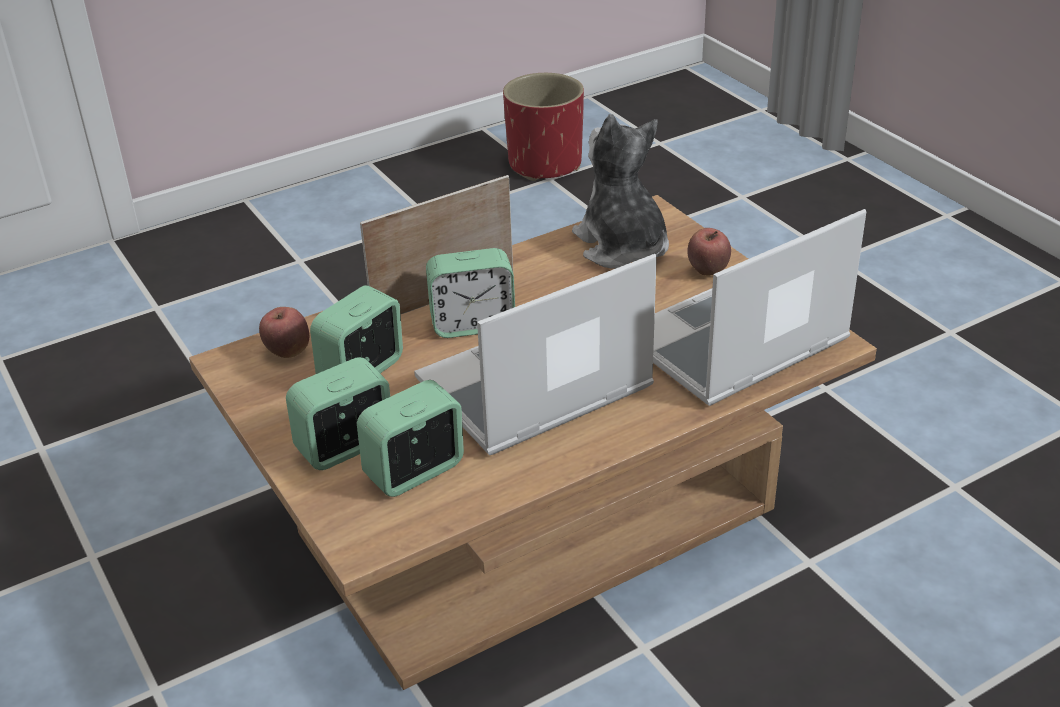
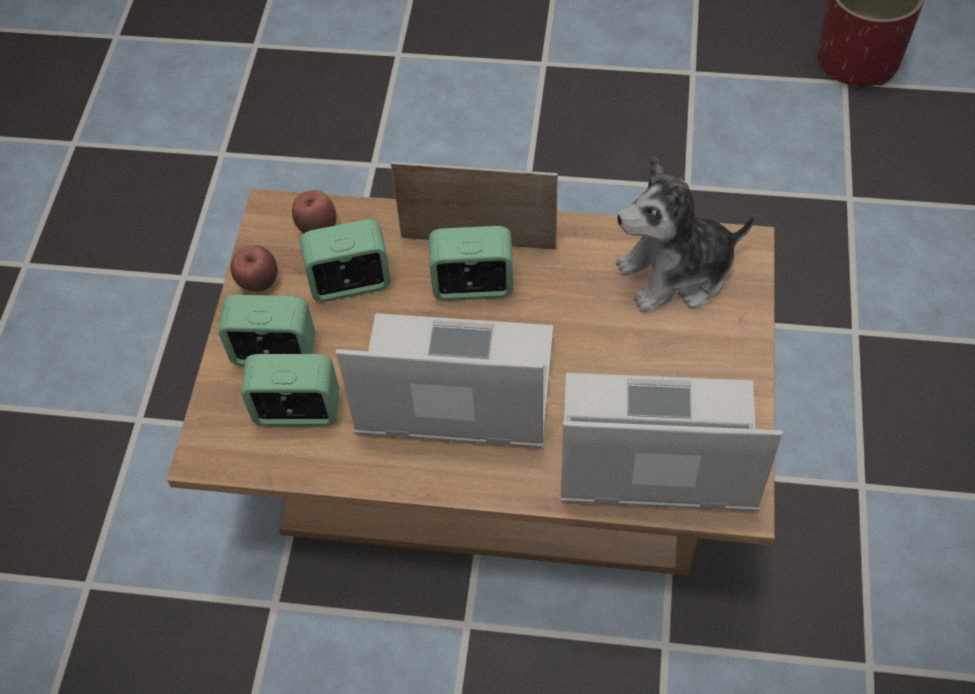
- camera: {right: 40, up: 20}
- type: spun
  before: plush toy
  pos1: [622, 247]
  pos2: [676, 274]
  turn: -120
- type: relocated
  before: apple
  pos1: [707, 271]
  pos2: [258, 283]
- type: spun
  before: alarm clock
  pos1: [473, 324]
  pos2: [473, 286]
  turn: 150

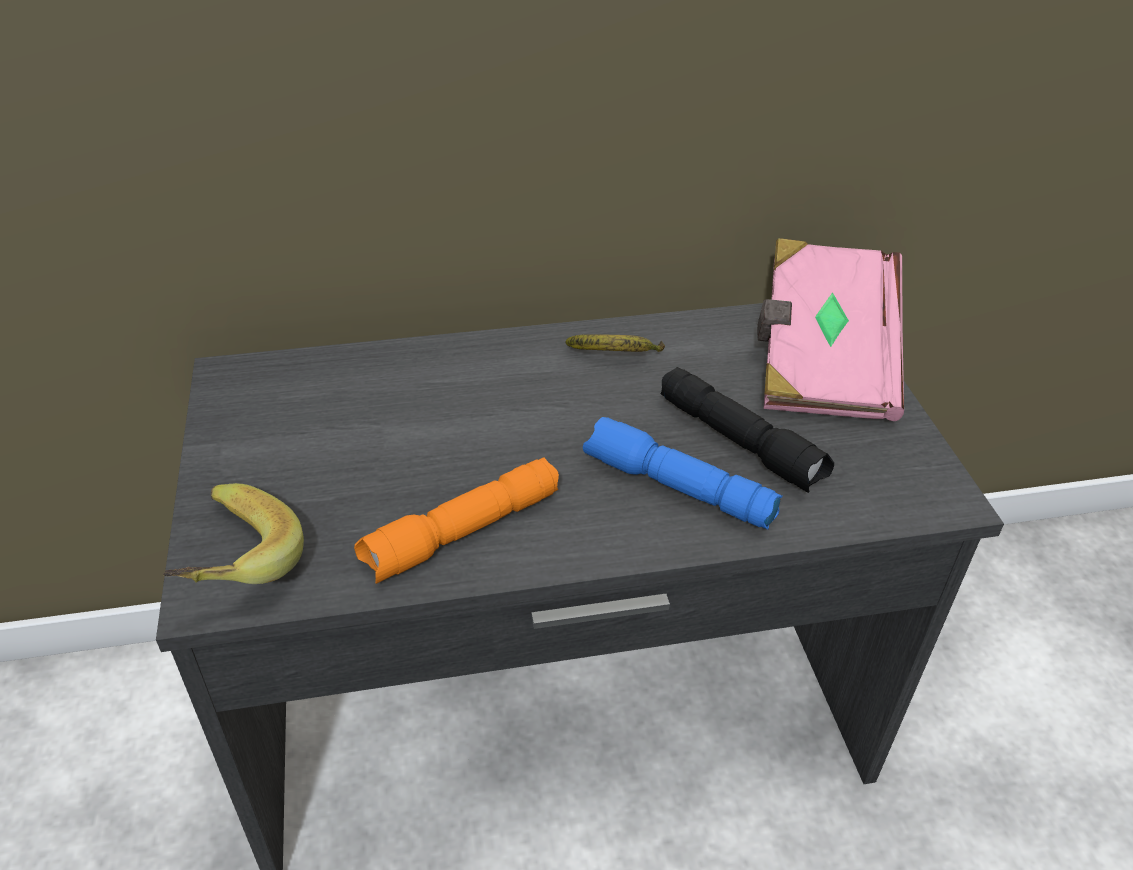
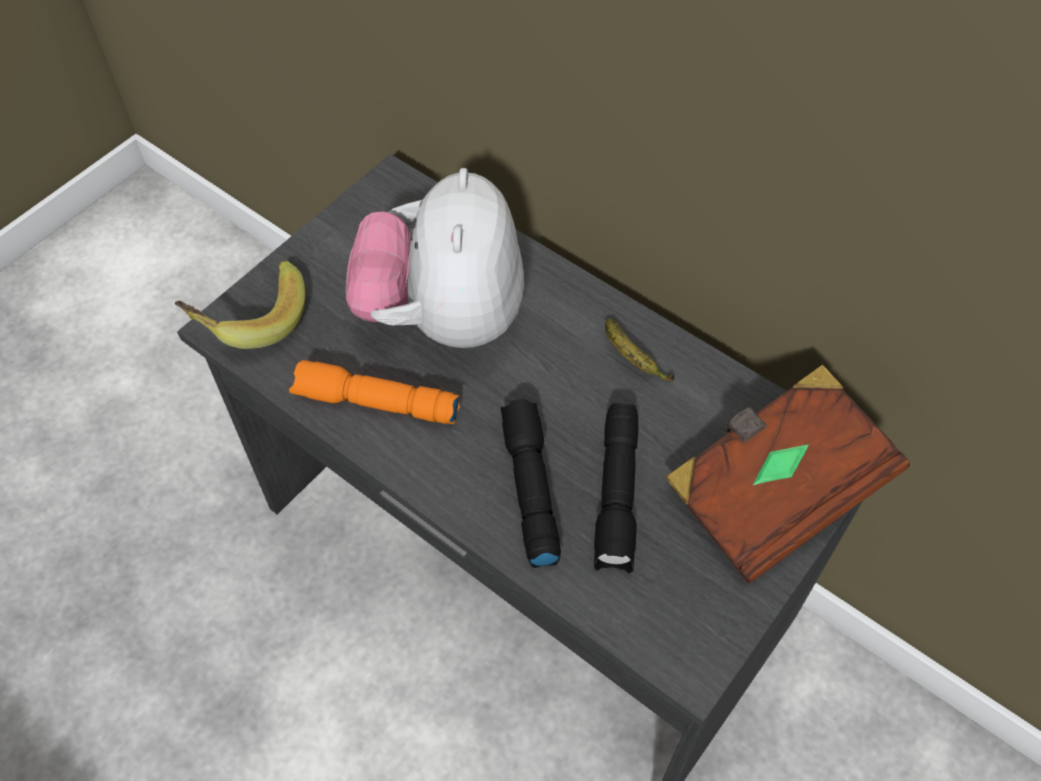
- camera: {right: 50, up: 15}
- type: colour
  before: pink book
  after: brown book
  pos1: [821, 362]
  pos2: [773, 490]
- type: colour
  before: blue flashlight
  after: black flashlight
  pos1: [676, 488]
  pos2: [529, 488]
- type: appeared
  after: plush toy
  pos2: [444, 316]

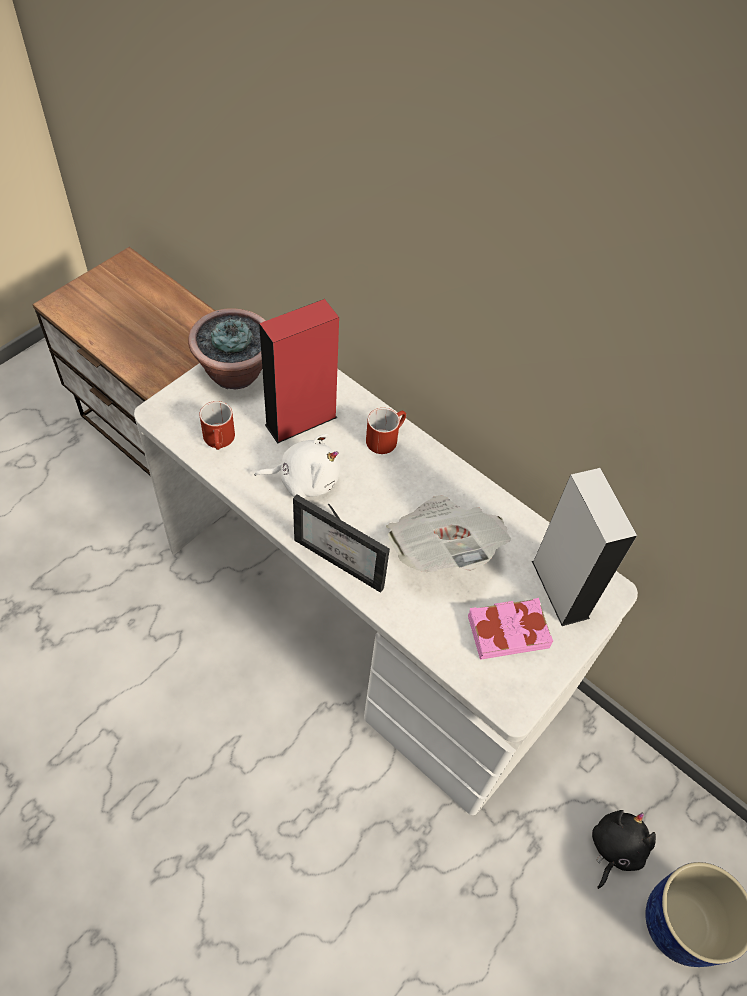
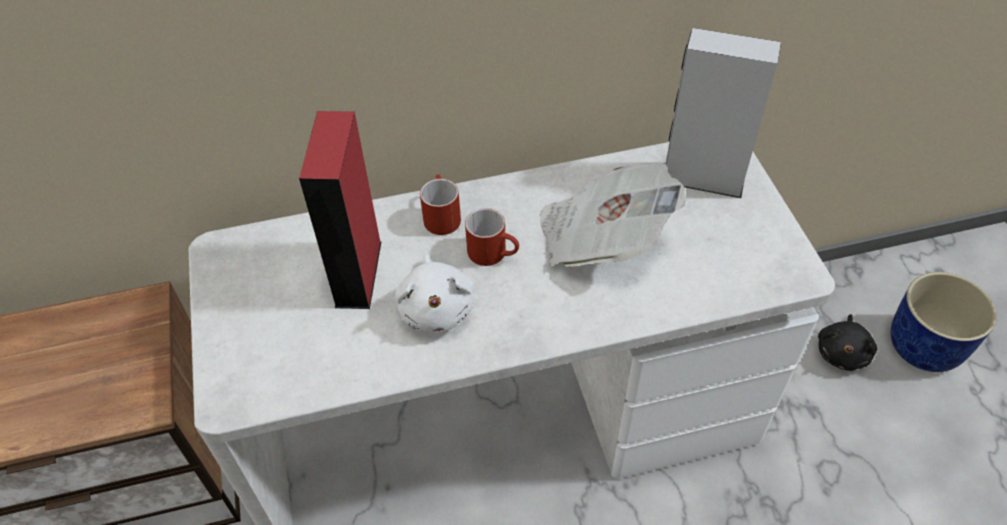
- camera: {right: -50, up: -5}
- type: missing
  before: potted plant
  pos1: [235, 373]
- type: relocated
  before: red mug
  pos1: [220, 441]
  pos2: [494, 253]
- type: spun
  before: white plush toy
  pos1: [304, 479]
  pos2: [436, 308]
  turn: 135
- type: missing
  before: picture frame
  pos1: [346, 557]
- type: missing
  before: pink book
  pos1: [507, 631]
- type: spun
  before: black plush toy
  pos1: [614, 848]
  pos2: [842, 352]
  turn: -135

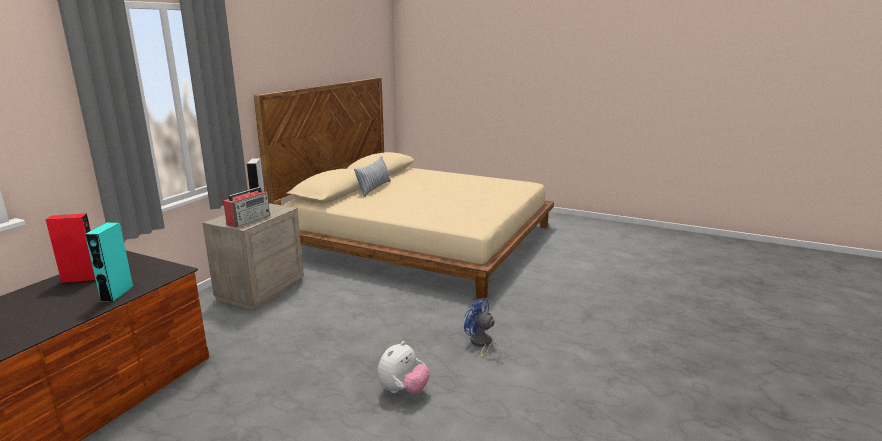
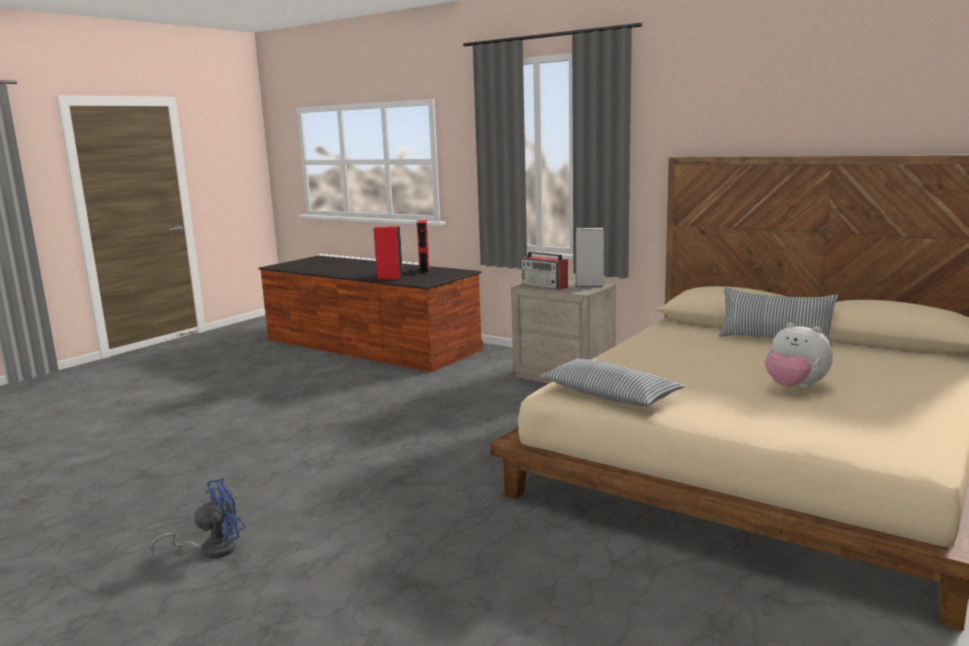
- camera: {right: 100, up: -5}
- type: colour
  before: turquoise speaker
  after: red speaker
  pos1: [117, 294]
  pos2: [390, 278]
- type: relocated
  before: blue fan
  pos1: [481, 344]
  pos2: [211, 549]
- type: relocated
  before: plush toy
  pos1: [403, 390]
  pos2: [794, 387]
- type: appeared
  after: pillow
  pos2: [609, 395]

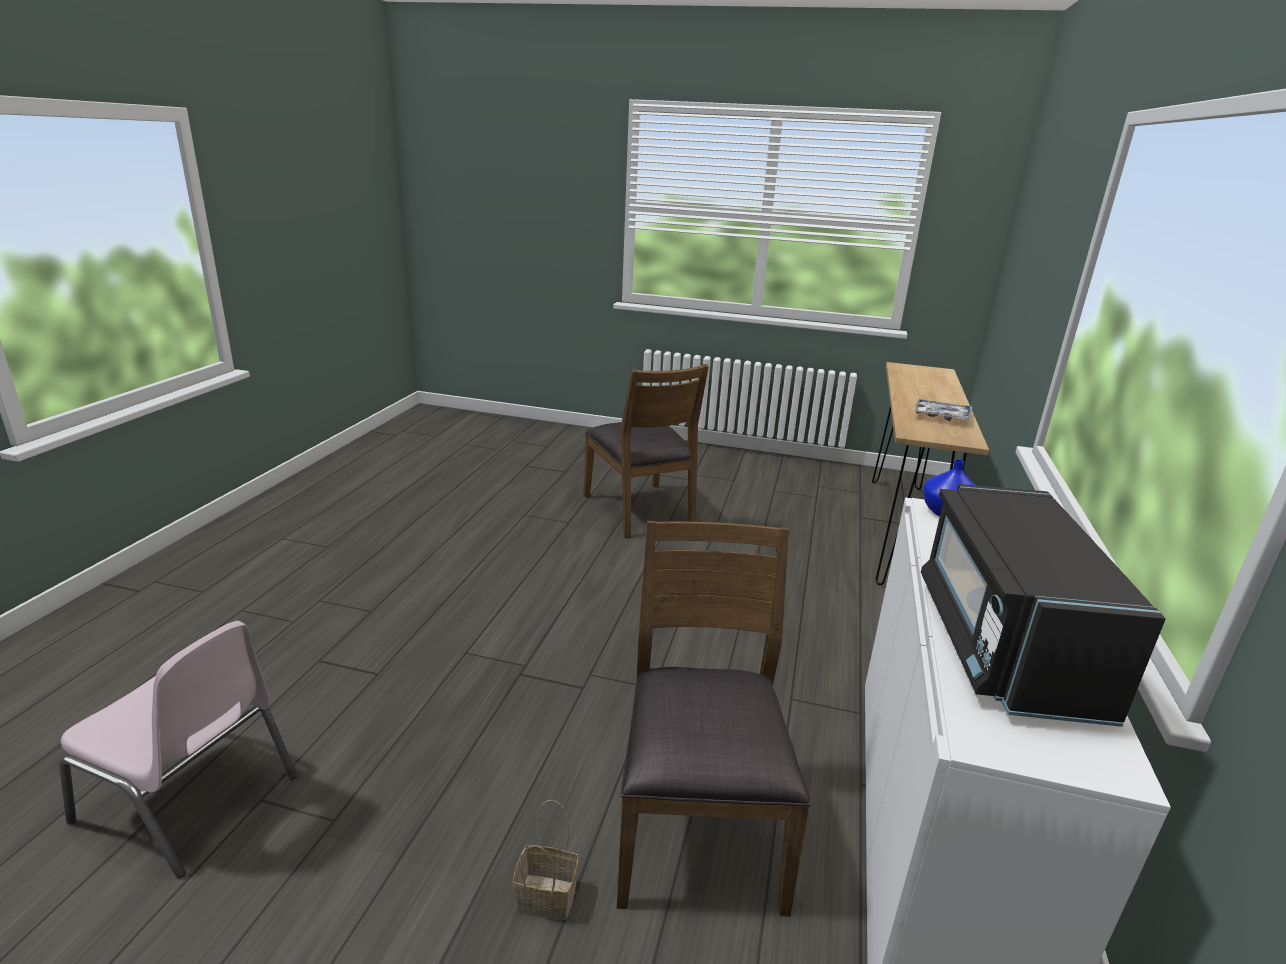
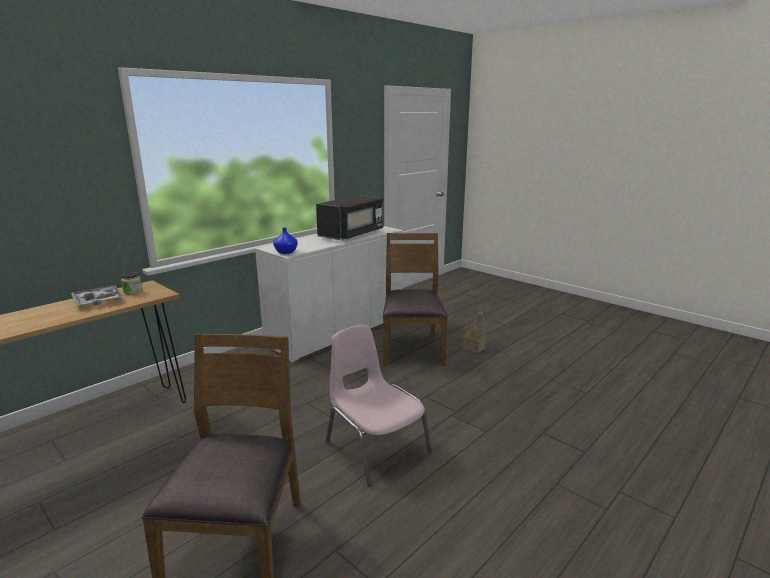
- camera: {right: -150, up: -5}
- type: spun
  before: brown chair
  pos1: [698, 824]
  pos2: [412, 348]
  turn: 150
- type: relocated
  before: pink chair
  pos1: [191, 799]
  pos2: [376, 447]
- type: appeared
  after: jar
  pos2: [133, 292]

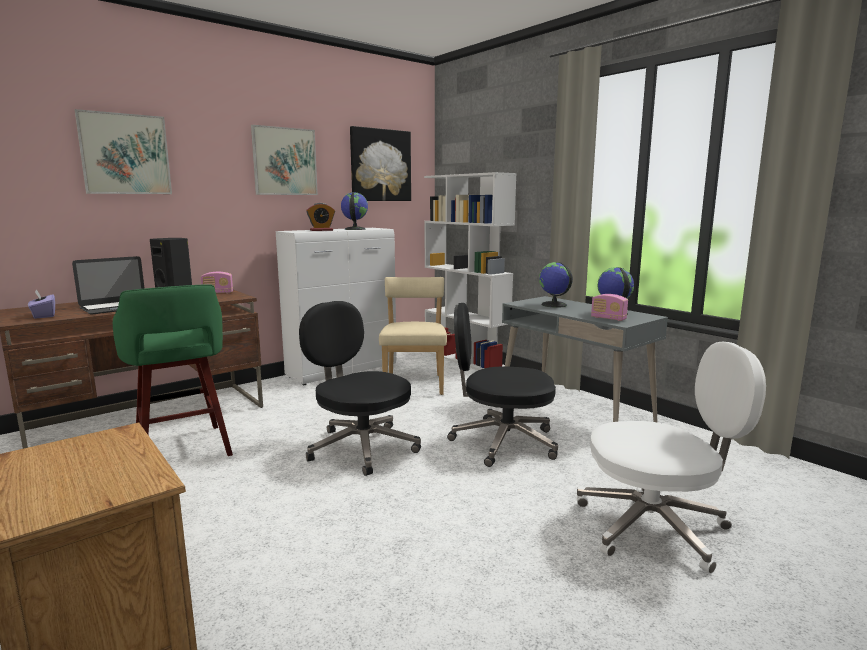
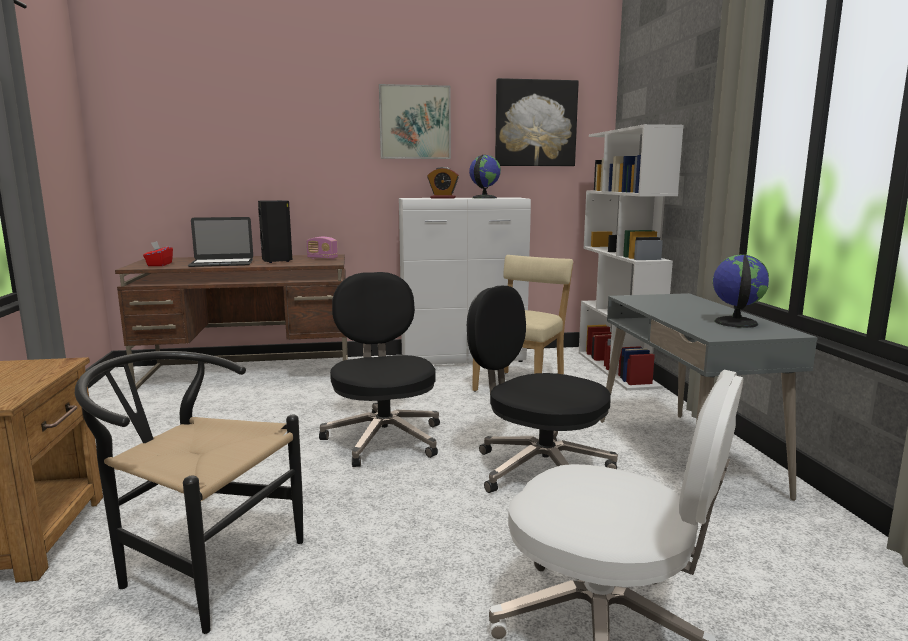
- camera: {right: 30, up: 0}
- type: missing
  before: picture
  pos1: [125, 154]
- type: missing
  before: globe
  pos1: [553, 305]
- type: missing
  before: green stool
  pos1: [182, 450]
- type: colour
  before: purple tissue box
  after: red tissue box
  pos1: [44, 315]
  pos2: [159, 265]
- type: missing
  before: radio
  pos1: [608, 318]
- type: appeared
  after: black chair
  pos2: [199, 566]

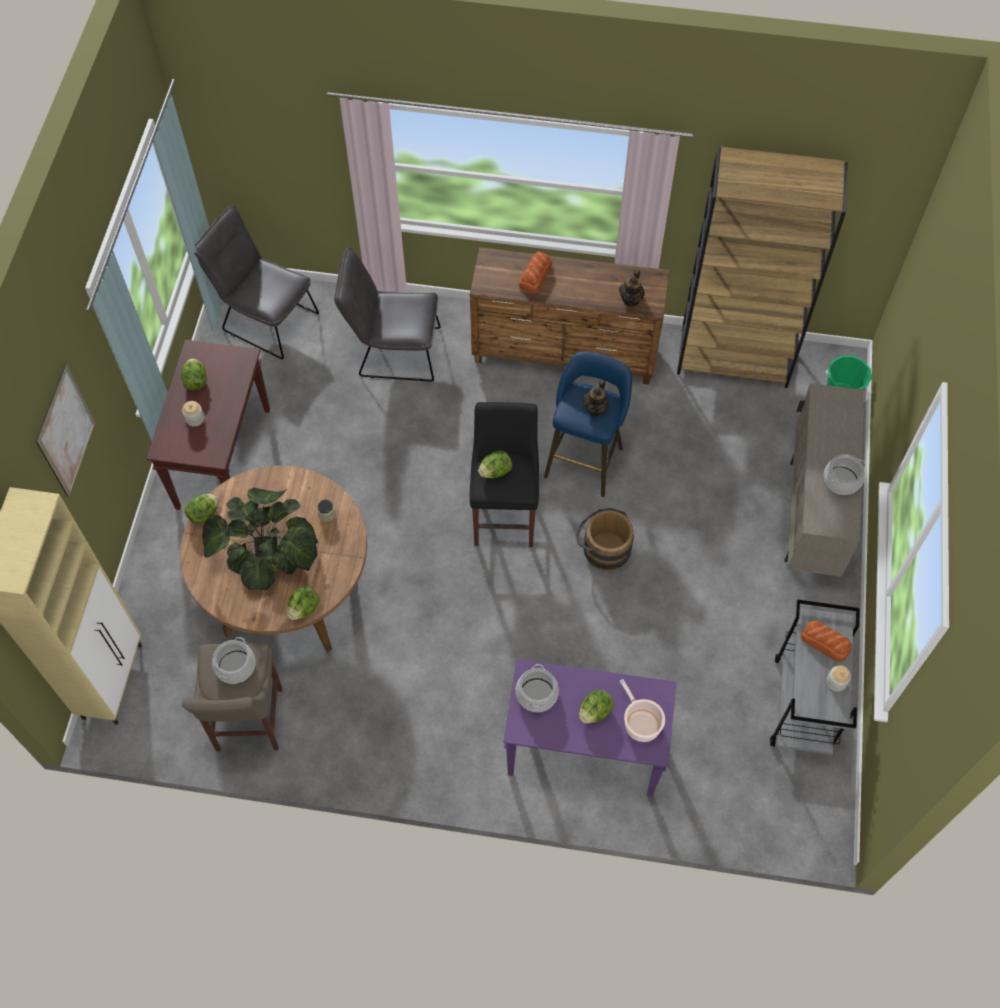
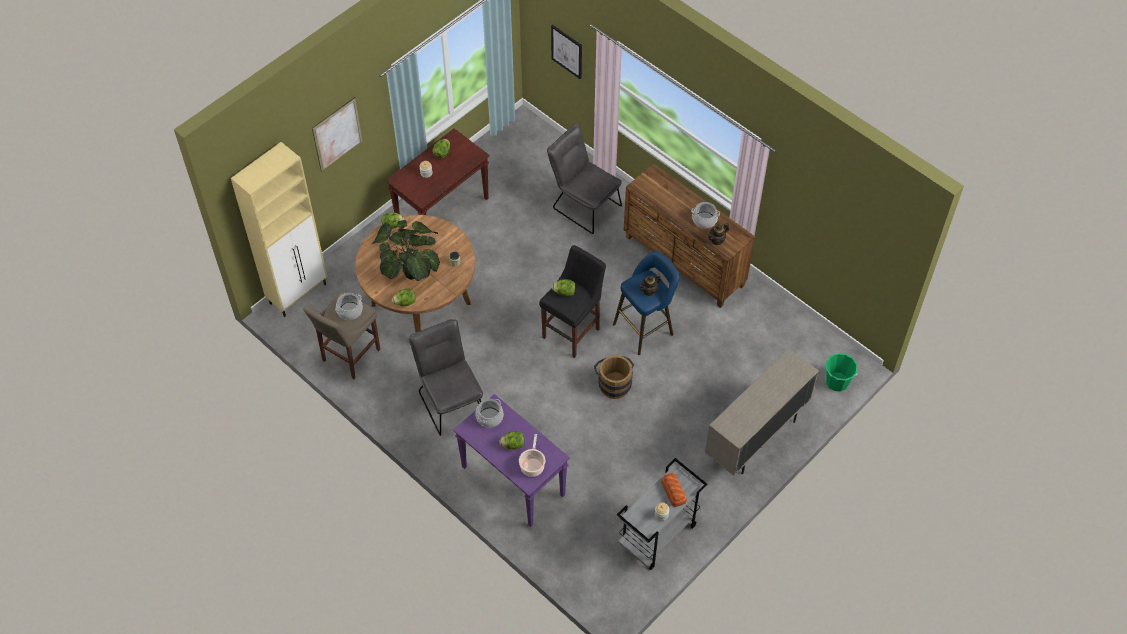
- camera: {right: 35, up: -5}
- type: missing
  before: brown bookcase
  pos1: [734, 358]
- type: relocated
  before: grey chair
  pos1: [265, 319]
  pos2: [450, 400]
- type: missing
  before: bread
  pos1: [535, 275]
- type: relocated
  before: cooking pot
  pos1: [841, 481]
  pos2: [704, 220]
- type: appeared
  after: picture
  pos2: [567, 51]

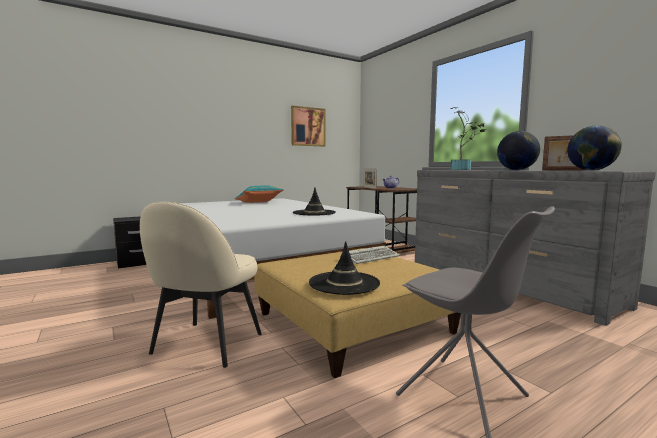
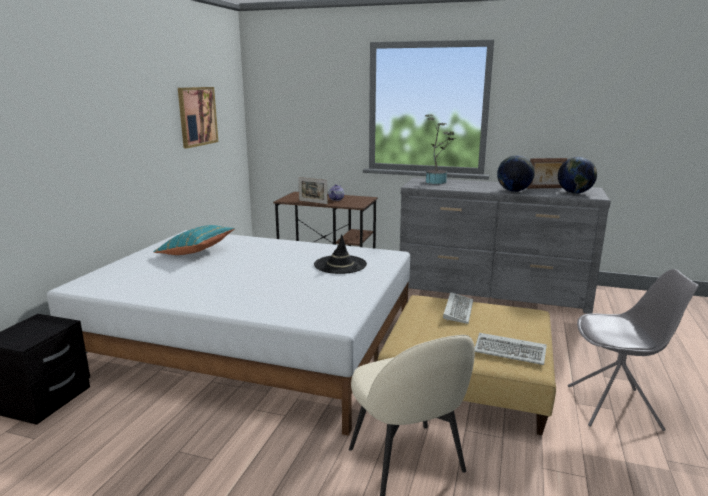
- camera: {right: -40, up: 10}
- type: exchanged
  before: black hat
  after: keyboard
  pos1: [344, 283]
  pos2: [511, 352]

